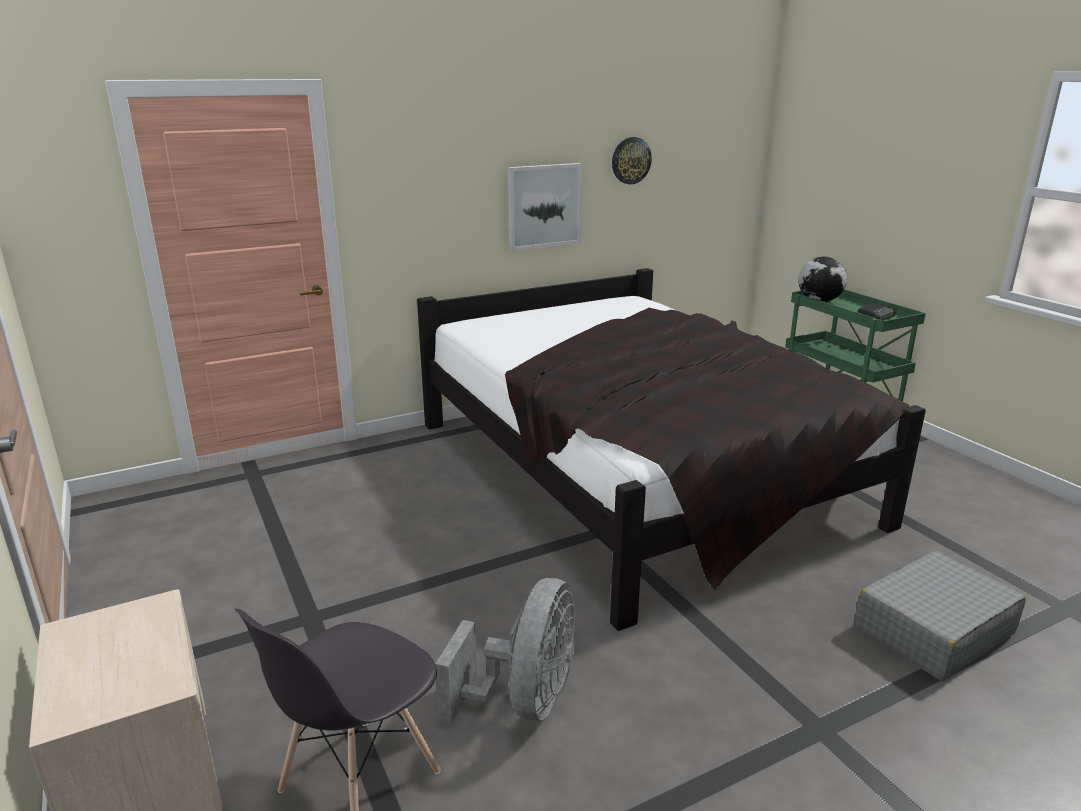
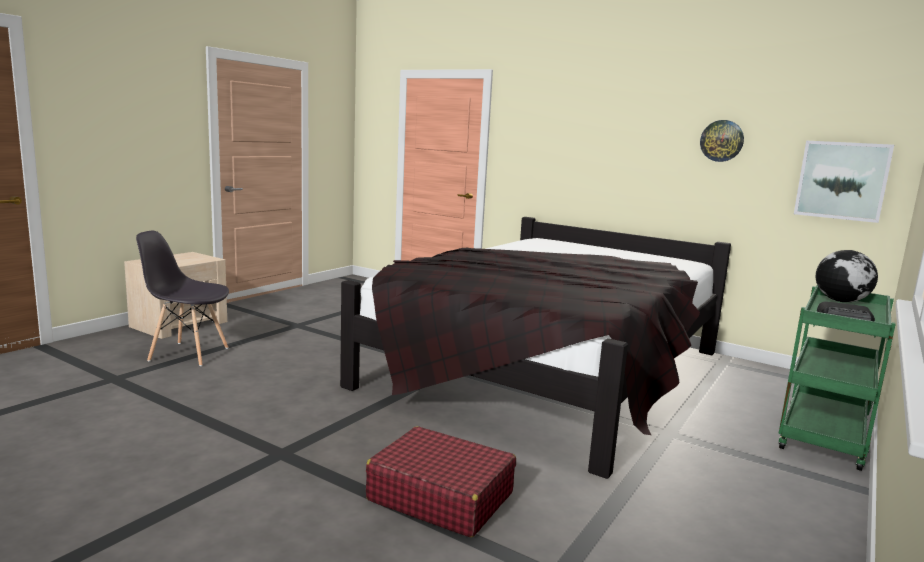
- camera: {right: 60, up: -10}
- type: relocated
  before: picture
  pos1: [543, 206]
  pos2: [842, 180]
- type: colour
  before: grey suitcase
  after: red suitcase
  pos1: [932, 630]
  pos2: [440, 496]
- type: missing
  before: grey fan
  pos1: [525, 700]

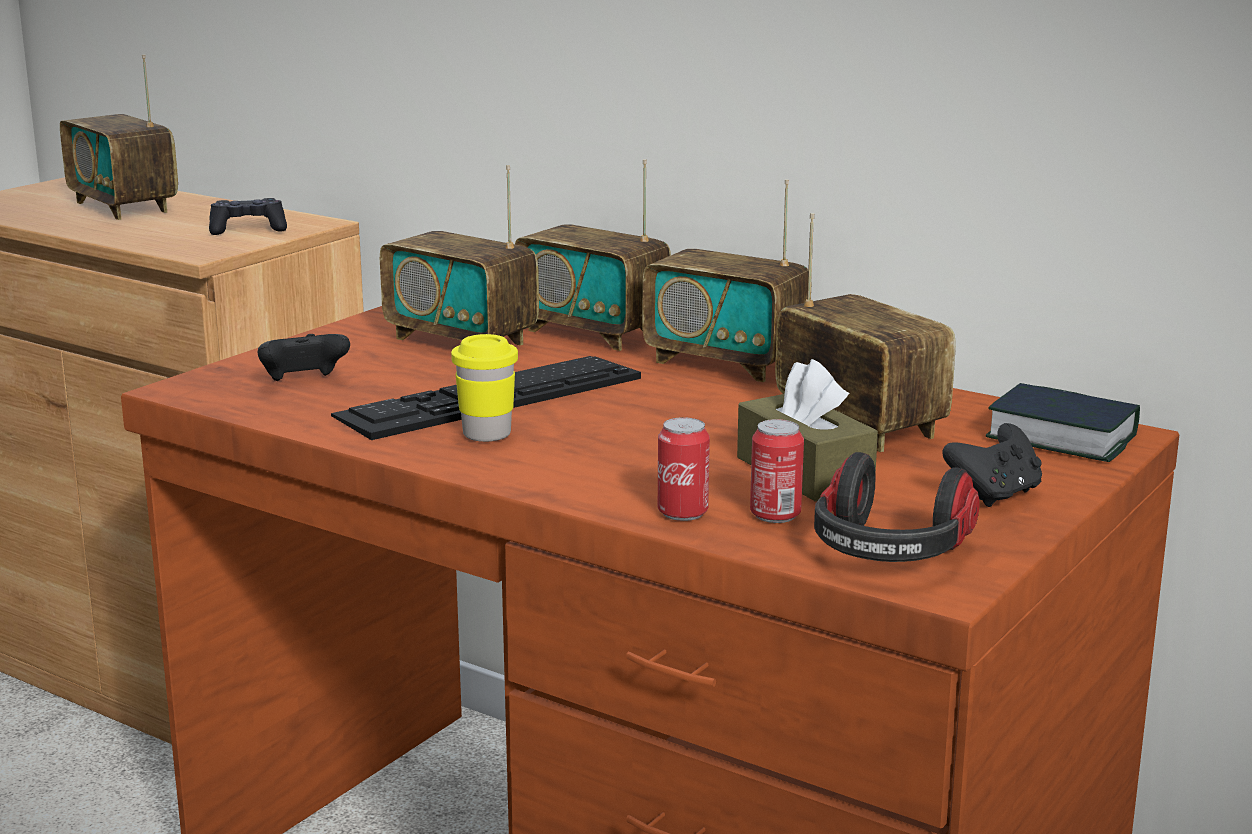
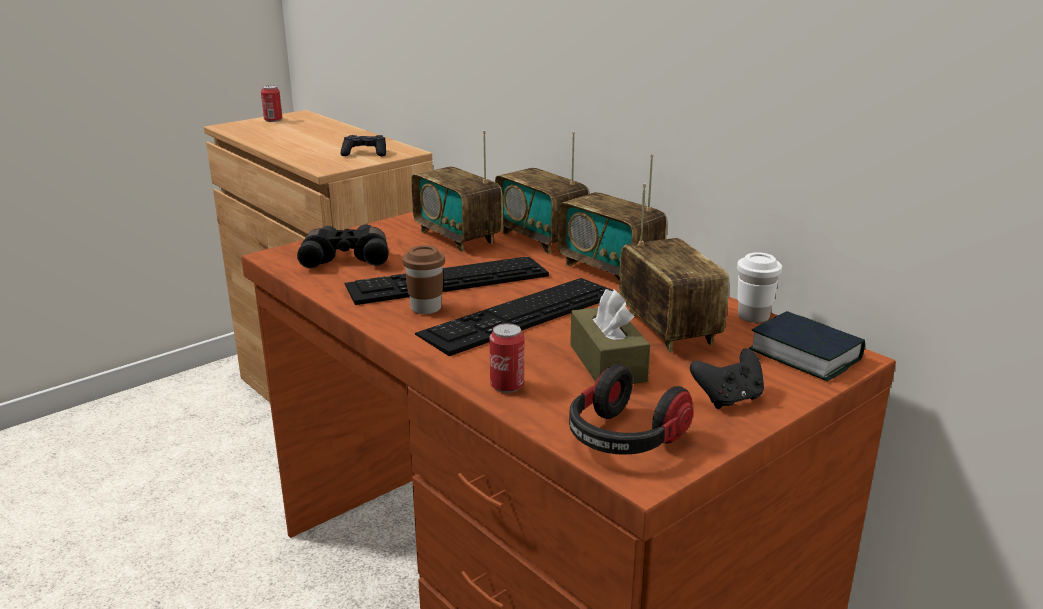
- camera: {right: 15, up: 5}
- type: missing
  before: radio
  pos1: [123, 207]
- type: exchanged
  before: black game controller
  after: black binoculars
  pos1: [304, 382]
  pos2: [346, 258]
- type: colour
  before: yellow cup
  after: brown cup
  pos1: [487, 434]
  pos2: [426, 308]
- type: relocated
  before: can
  pos1: [775, 515]
  pos2: [273, 120]
- type: appeared
  after: white cup
  pos2: [753, 317]
- type: appeared
  after: keyboard
  pos2: [521, 314]

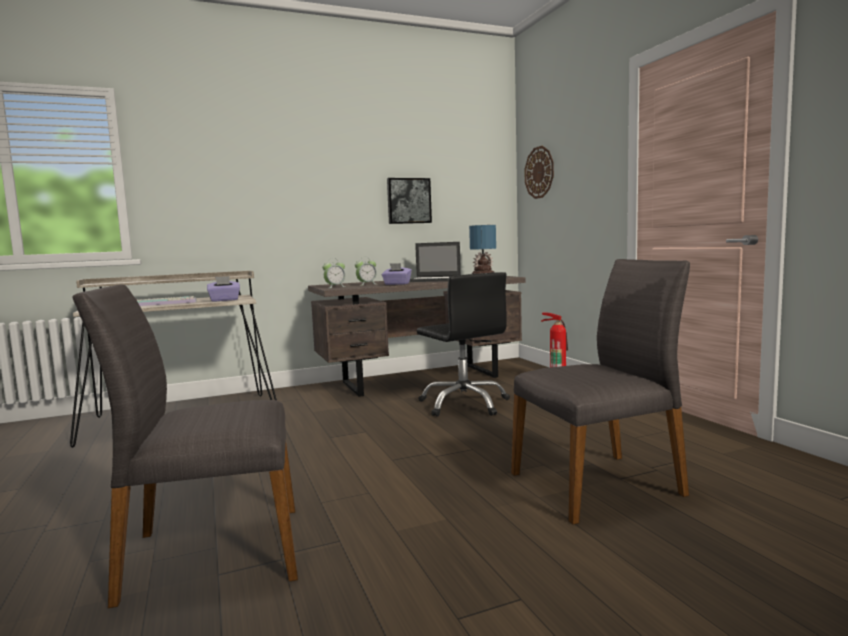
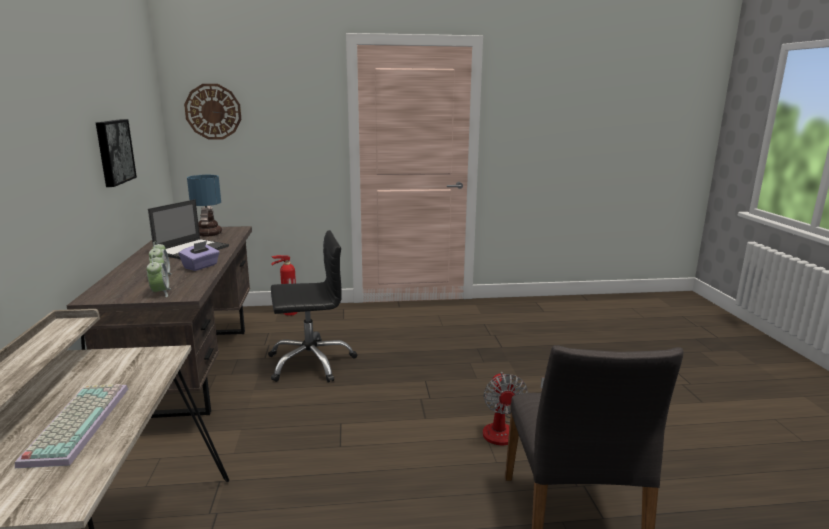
- camera: {right: -75, up: 10}
- type: missing
  before: grey chair
  pos1: [598, 484]
- type: missing
  before: purple tissue box
  pos1: [224, 300]
- type: appeared
  after: fan
  pos2: [507, 429]

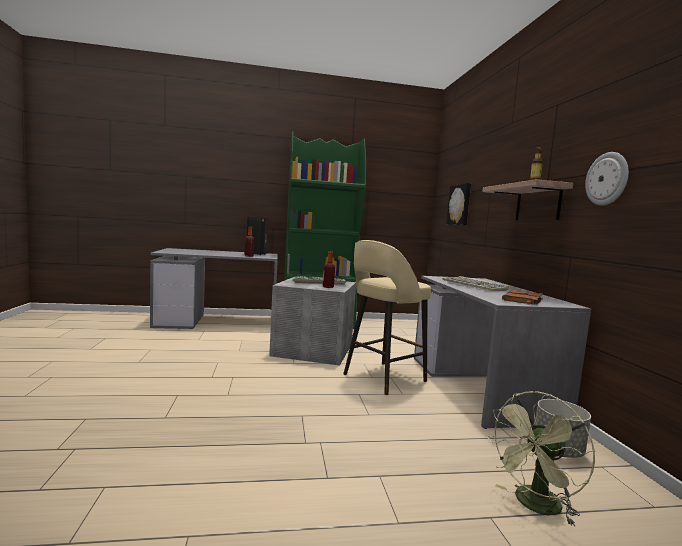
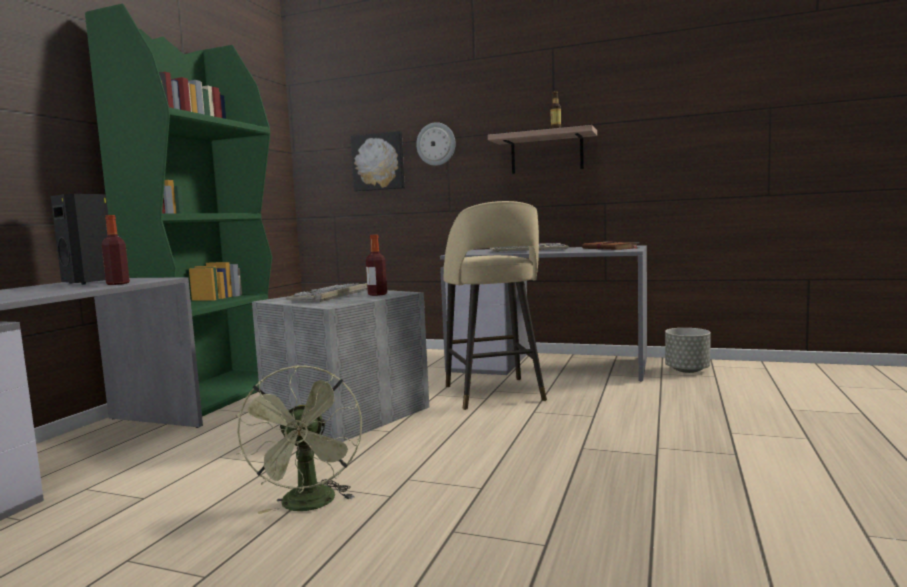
- camera: {right: -60, up: 0}
- type: relocated
  before: wall clock
  pos1: [607, 179]
  pos2: [436, 144]
- type: relocated
  before: green fan
  pos1: [534, 506]
  pos2: [309, 505]

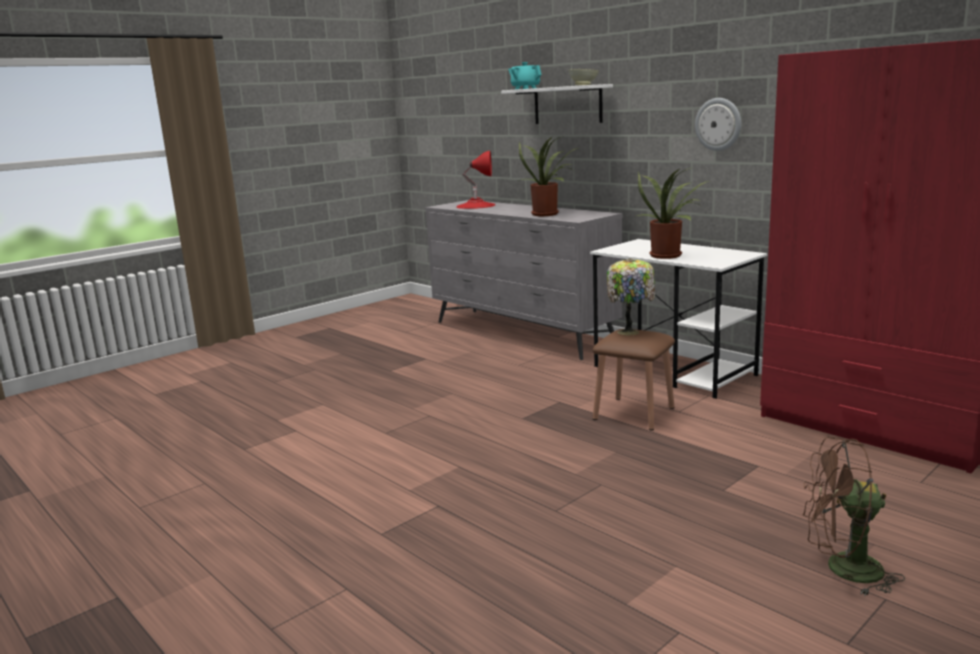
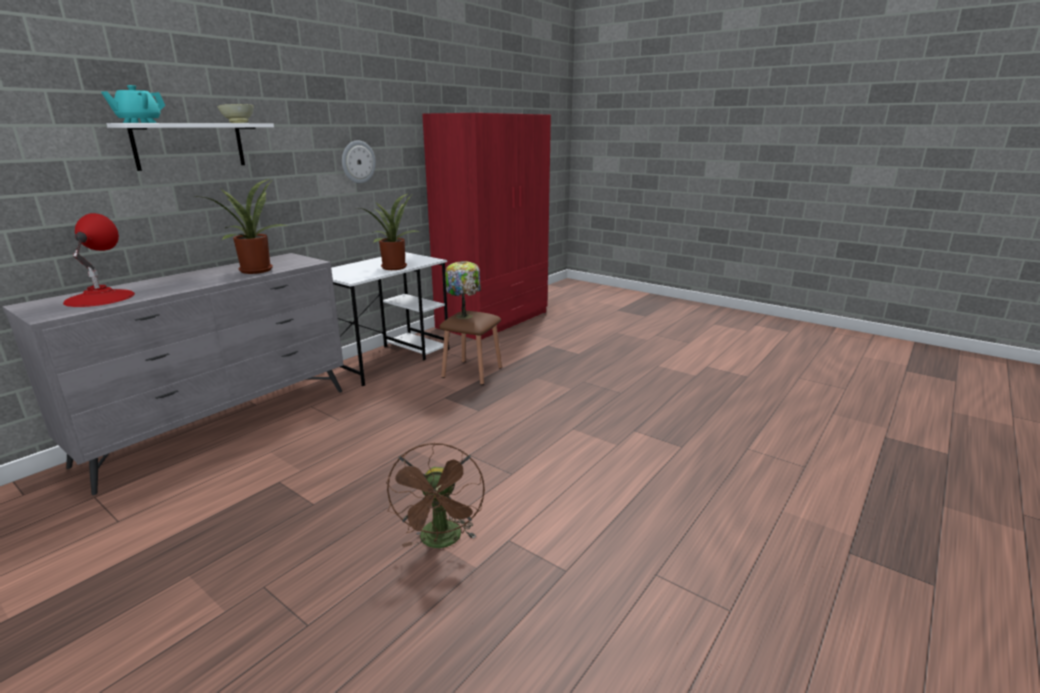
- camera: {right: -100, up: 5}
- type: relocated
  before: brown fan
  pos1: [843, 570]
  pos2: [441, 542]

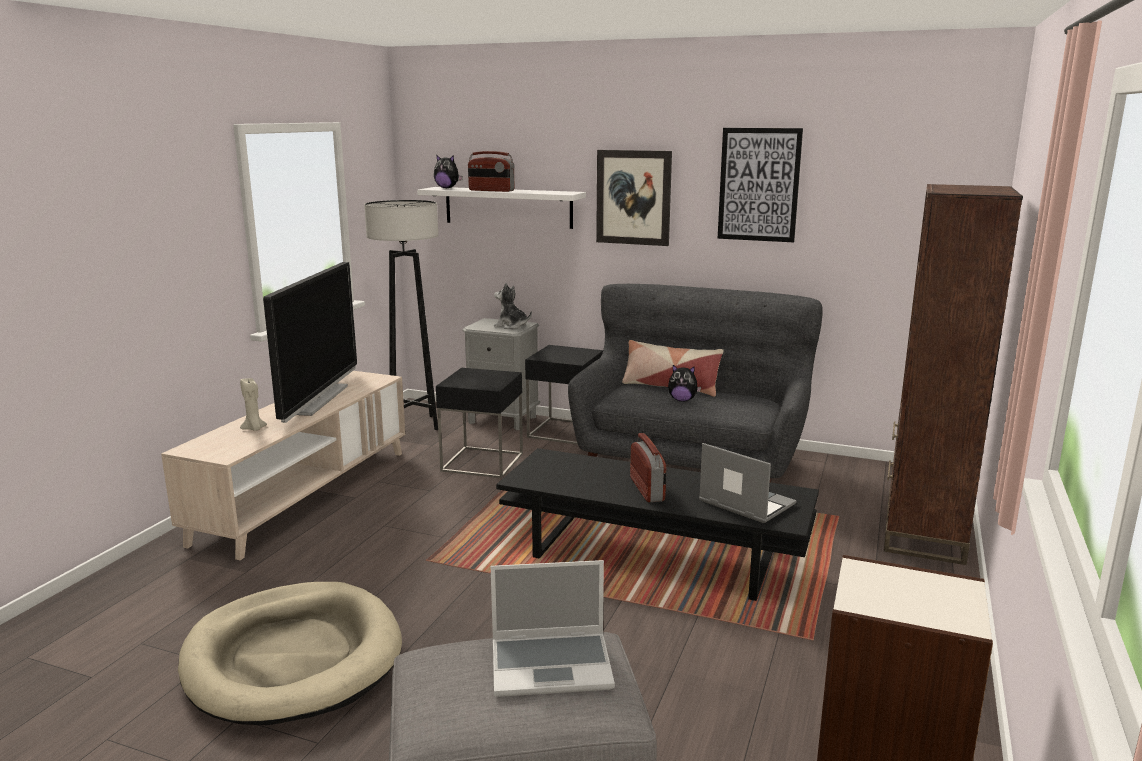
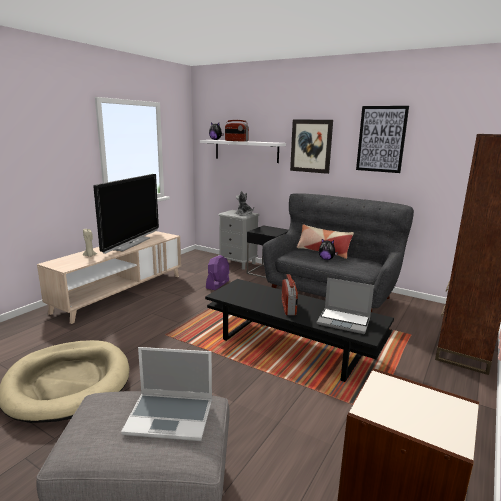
- camera: {right: 10, up: 0}
- type: missing
  before: grey floor lamp
  pos1: [413, 424]
- type: exchanged
  before: black side table
  after: purple fan
  pos1: [482, 462]
  pos2: [218, 284]
- type: spun
  before: laptop
  pos1: [744, 503]
  pos2: [344, 321]
  turn: 150

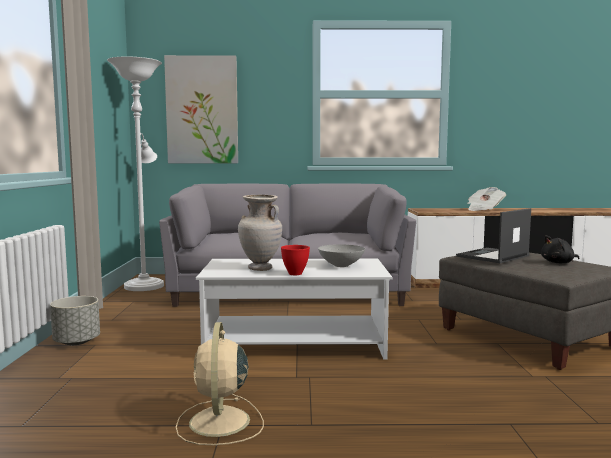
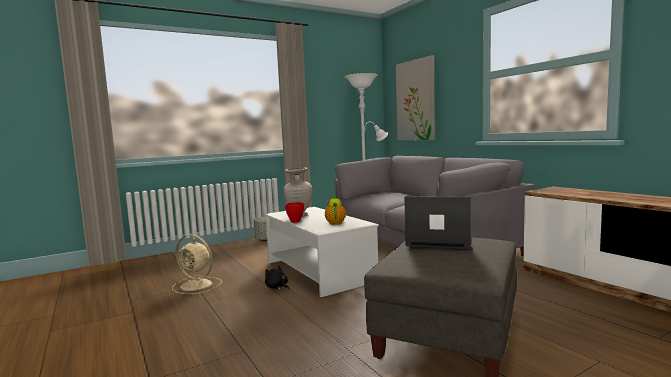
- camera: {right: 60, up: 0}
- type: missing
  before: newspaper
  pos1: [484, 209]
- type: relocated
  before: black plush toy
  pos1: [559, 263]
  pos2: [277, 287]
- type: exchanged
  before: grey bowl
  after: teapot
  pos1: [342, 265]
  pos2: [335, 223]
- type: spun
  before: beige fan
  pos1: [219, 423]
  pos2: [197, 285]
  turn: -120

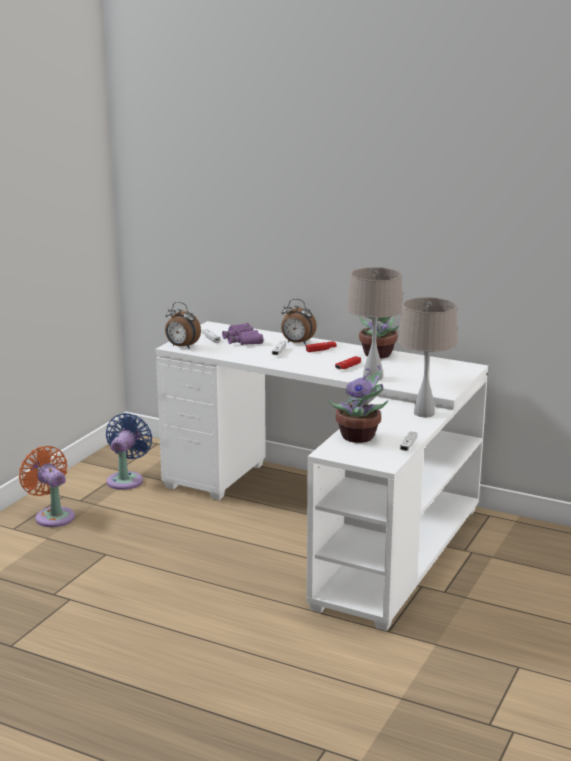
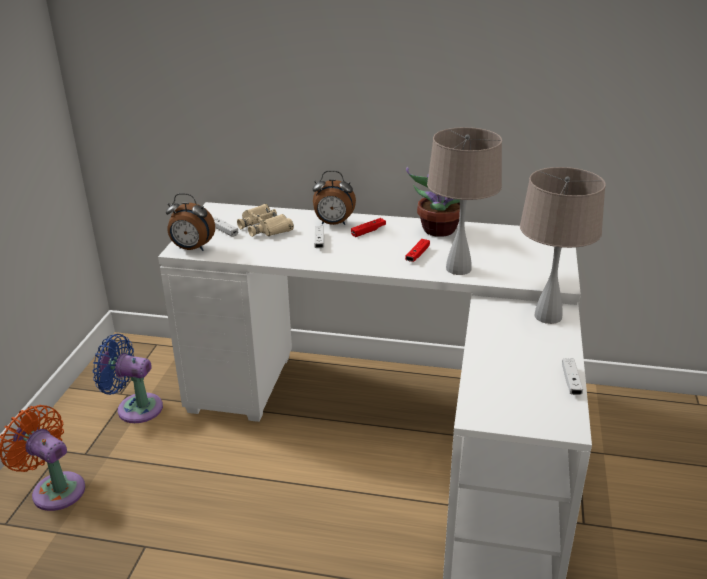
- camera: {right: -15, up: 10}
- type: colour
  before: purple binoculars
  after: beige binoculars
  pos1: [242, 340]
  pos2: [264, 227]
- type: missing
  before: potted plant
  pos1: [360, 437]
- type: spun
  before: blue fan
  pos1: [126, 479]
  pos2: [135, 407]
  turn: -75

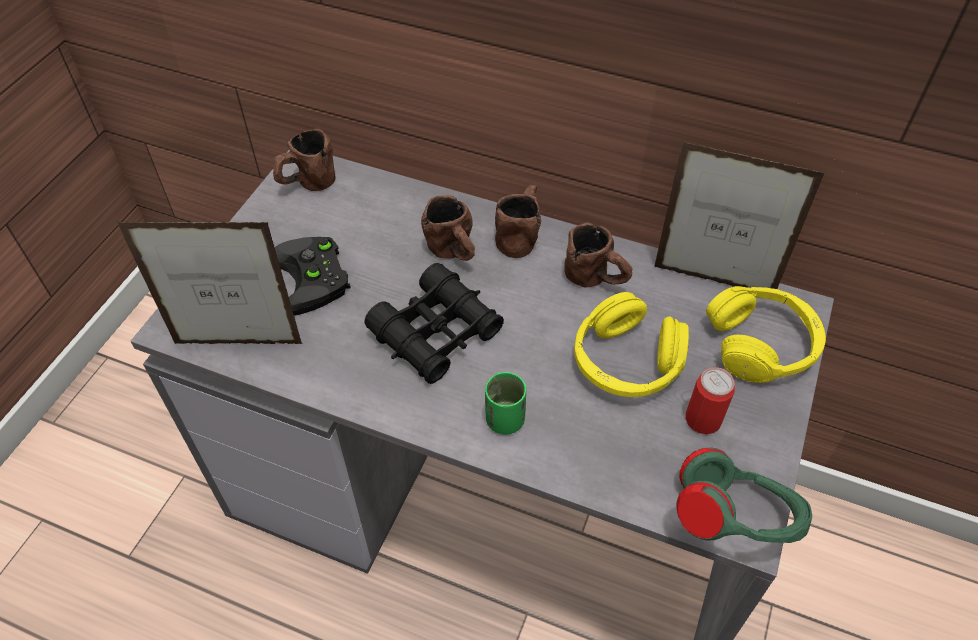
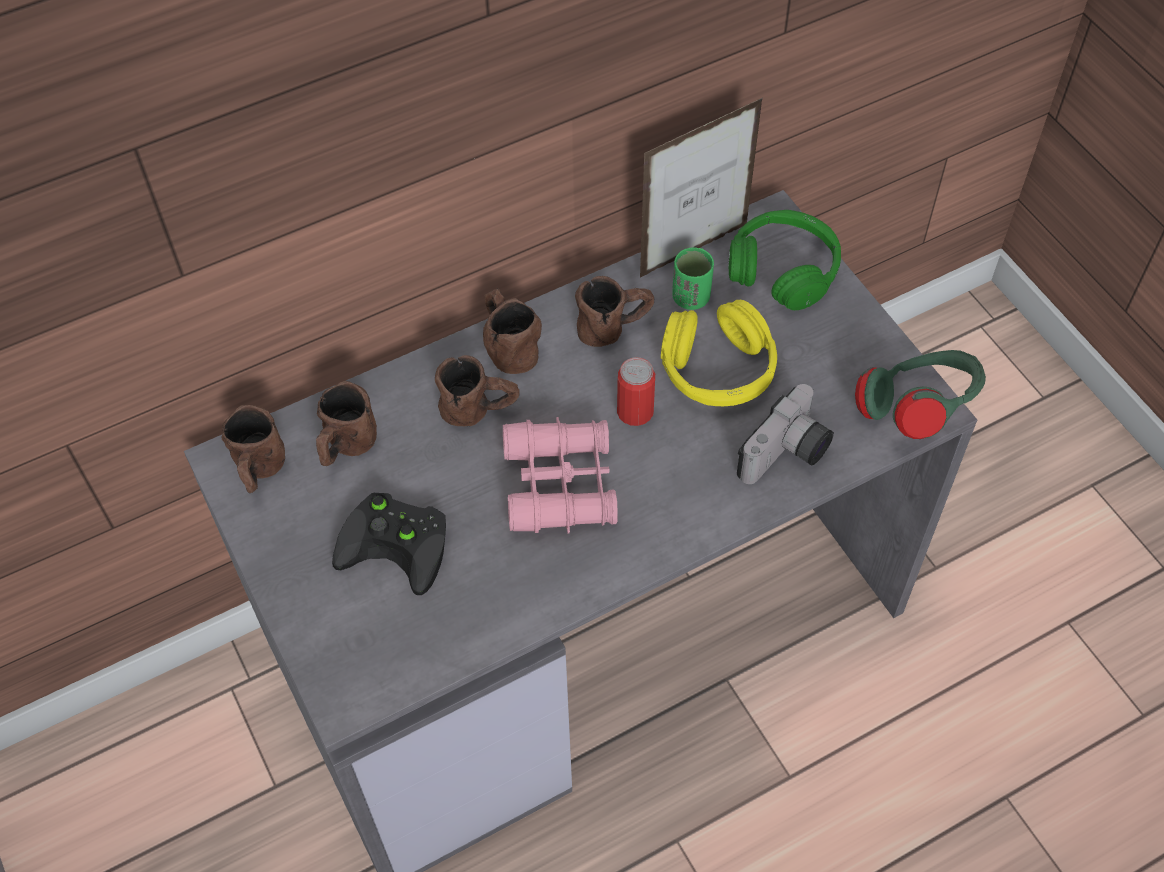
- camera: {right: -50, up: 5}
- type: missing
  before: picture frame
  pos1: [239, 343]
- type: colour
  before: black binoculars
  after: pink binoculars
  pos1: [436, 333]
  pos2: [560, 484]
- type: colour
  before: yellow headphones
  after: green headphones
  pos1: [761, 344]
  pos2: [783, 270]
- type: relocated
  before: can
  pos1: [703, 419]
  pos2: [635, 411]
- type: relocated
  before: green cup
  pos1: [504, 420]
  pos2: [691, 297]
- type: appeared
  after: brown mug
  pos2: [346, 449]
- type: appeared
  after: photo camera
  pos2: [787, 456]

